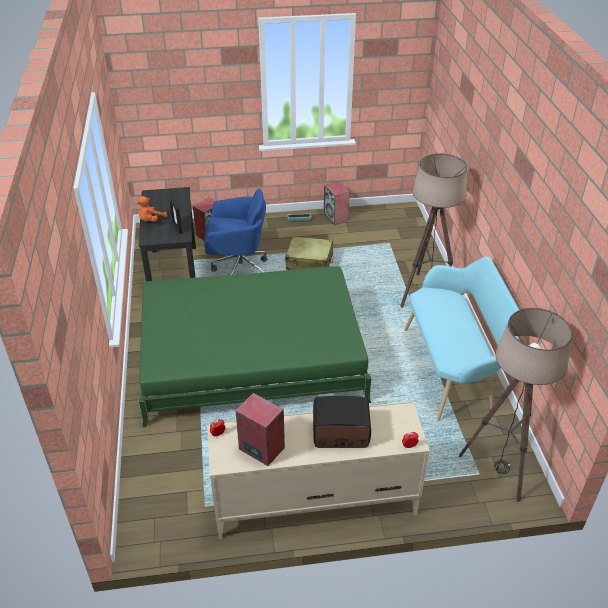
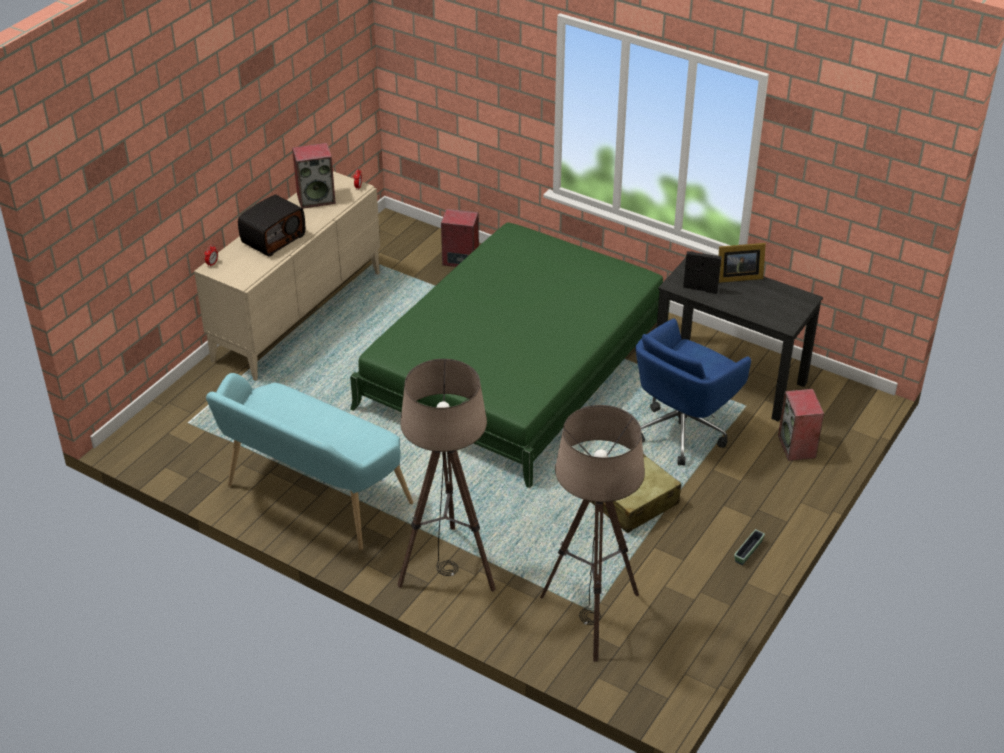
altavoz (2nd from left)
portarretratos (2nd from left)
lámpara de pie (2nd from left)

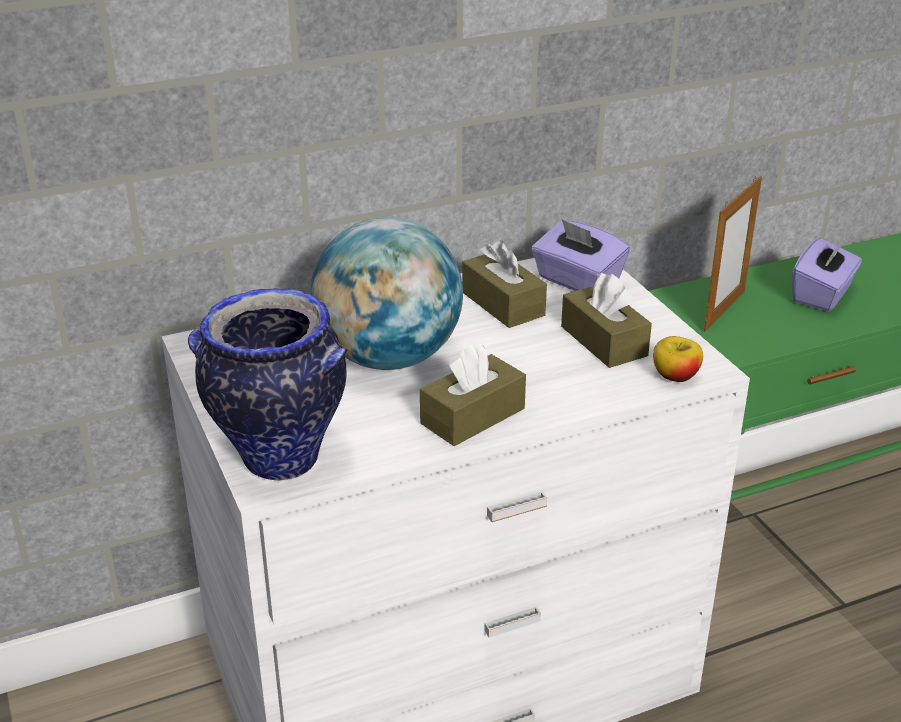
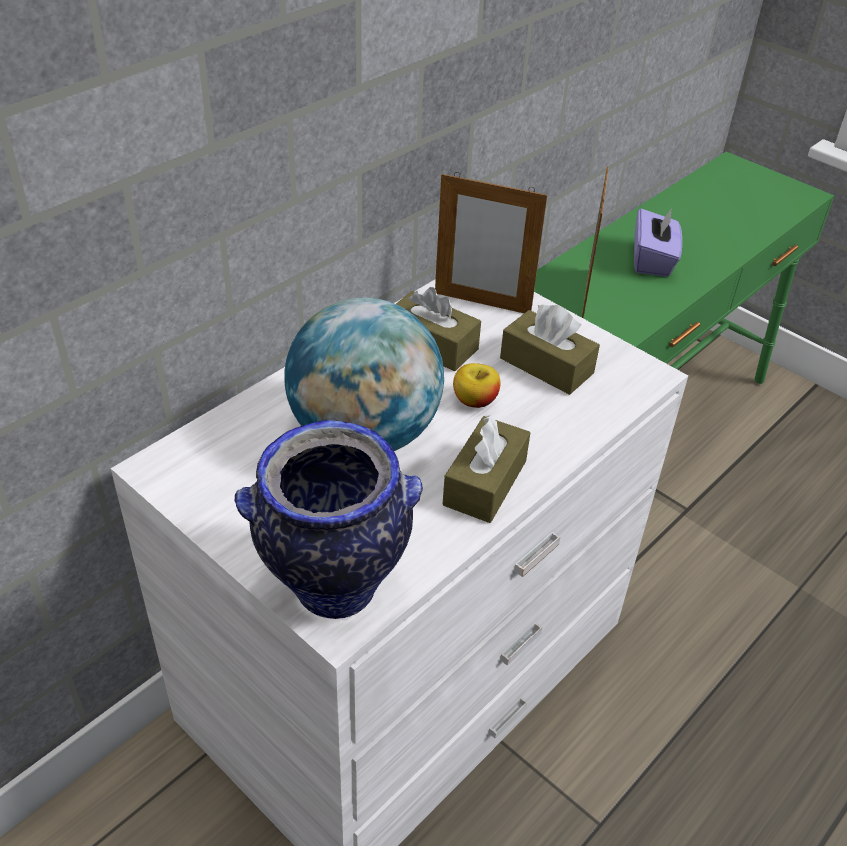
portarretratos (1st from left)
manzana

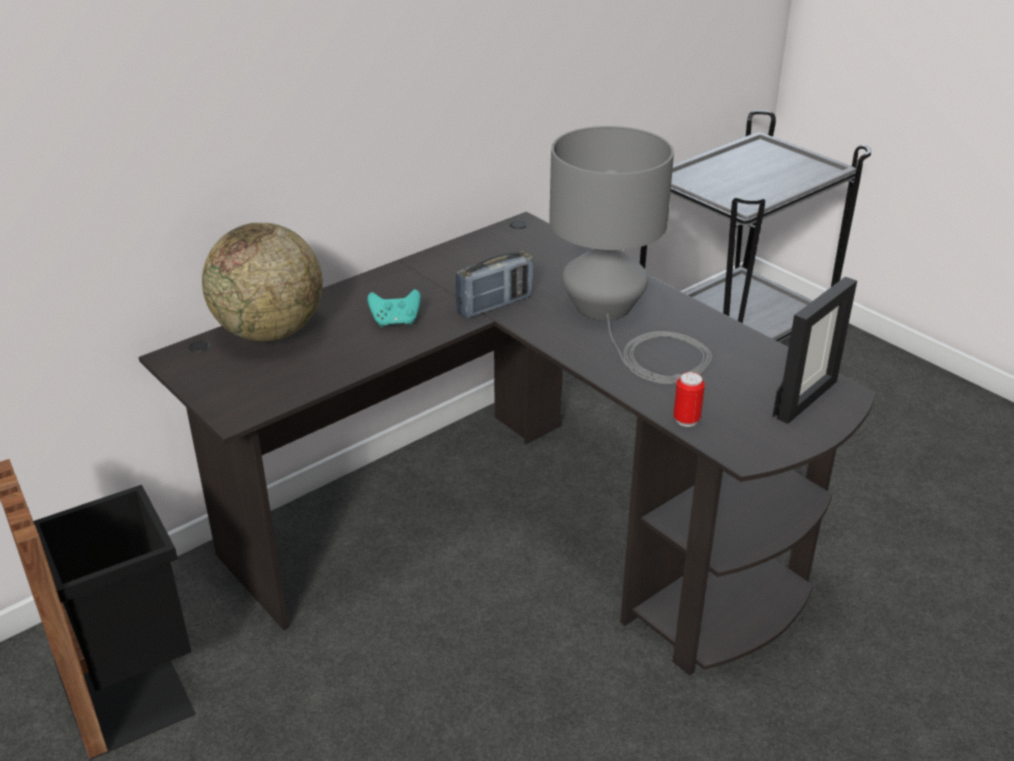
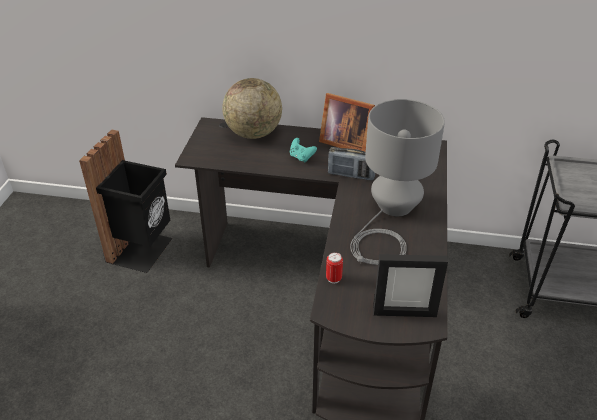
portarretratos (1st from left)

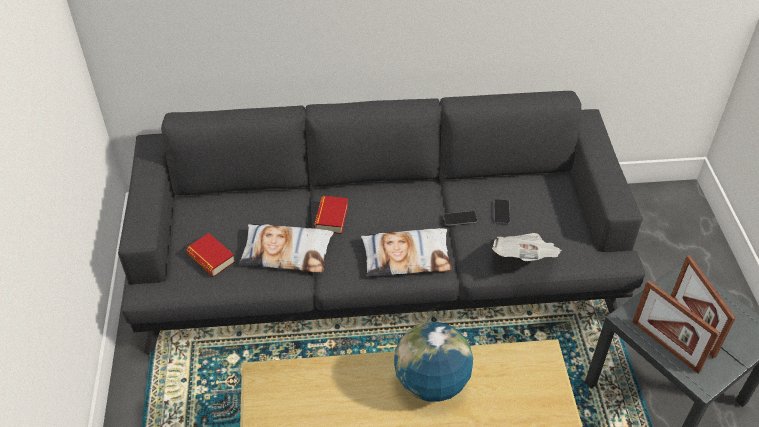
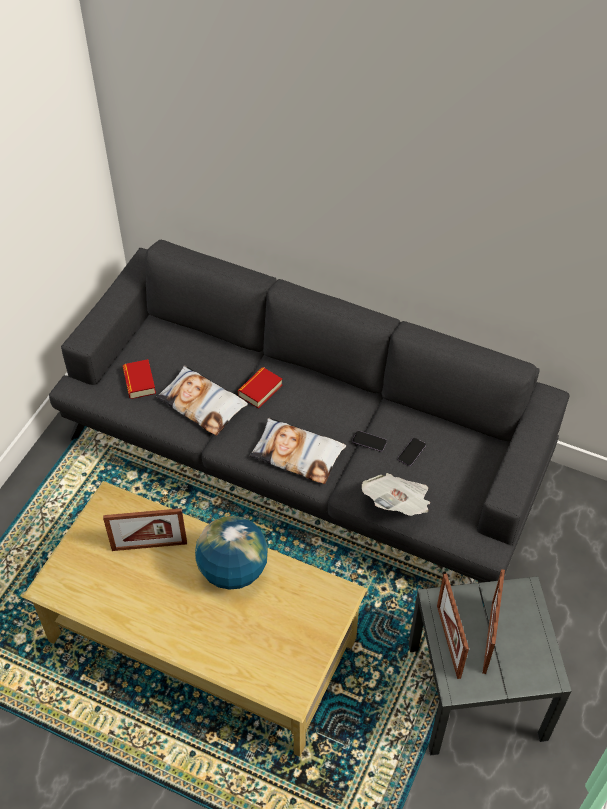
portarretratos (1st from left)

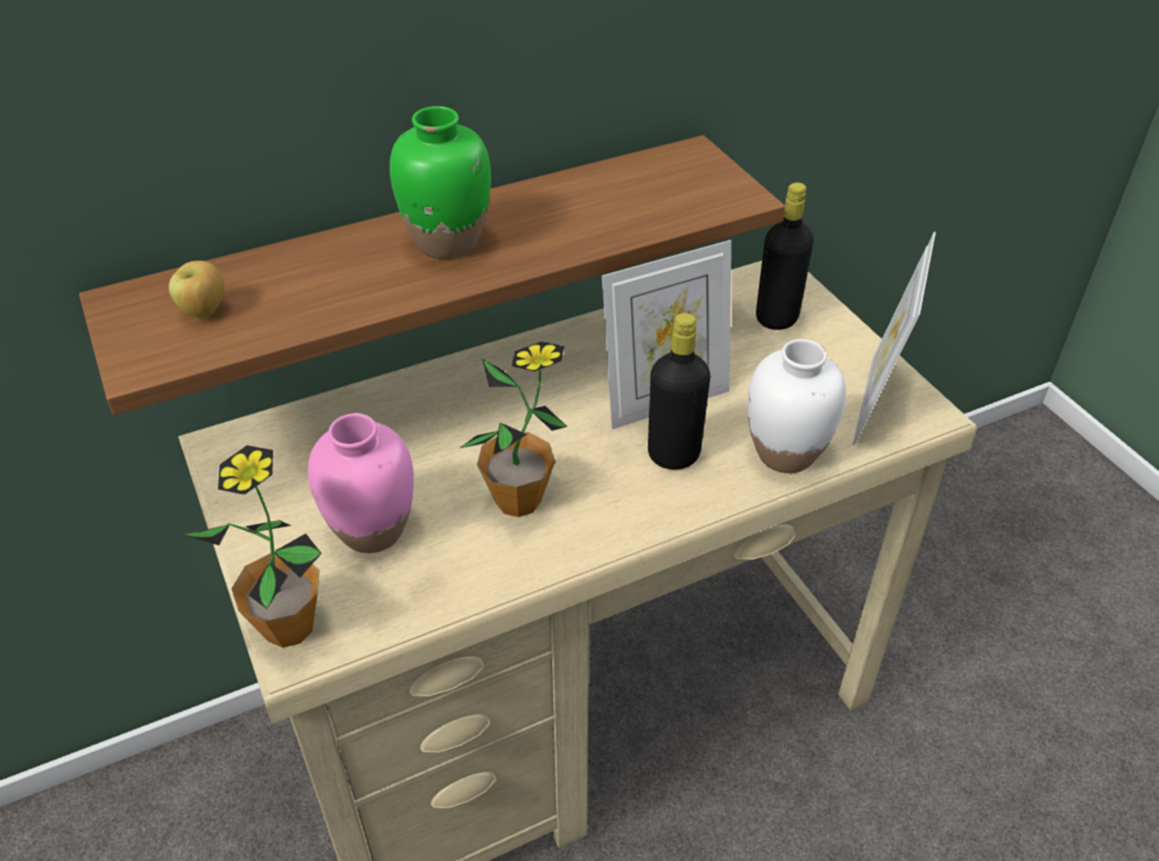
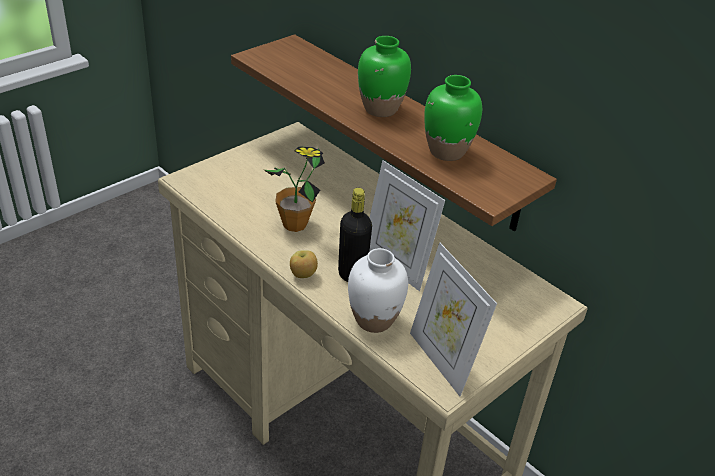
botella (negro) (2nd from left in the first image)
portarretratos (2nd from left)
manzana
florero (rosa)
planta en maceta (1st from left in the first image)
florero (verde) (2nd from left)

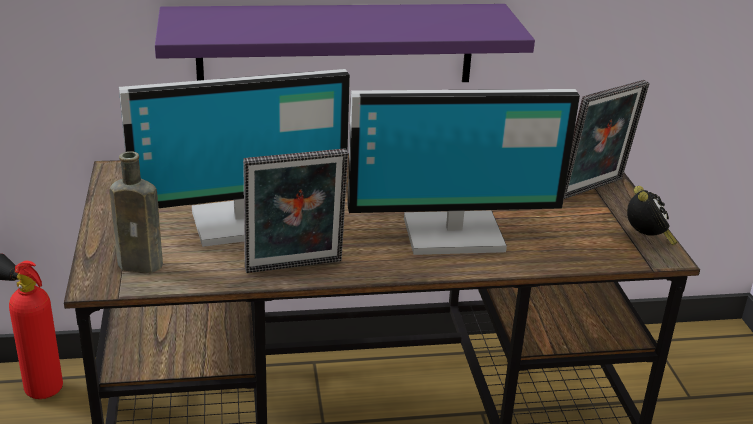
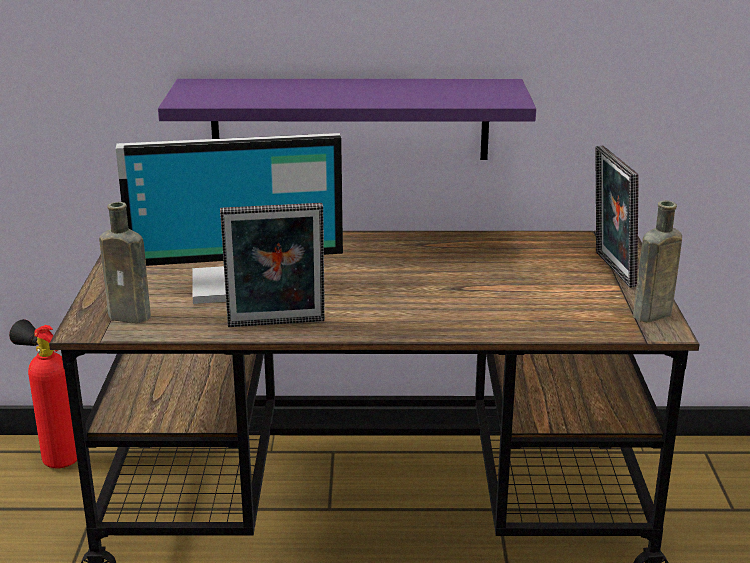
portarretratos (2nd from left)
monitor (2nd from left in the first image)
botella (marrón) (2nd from left)

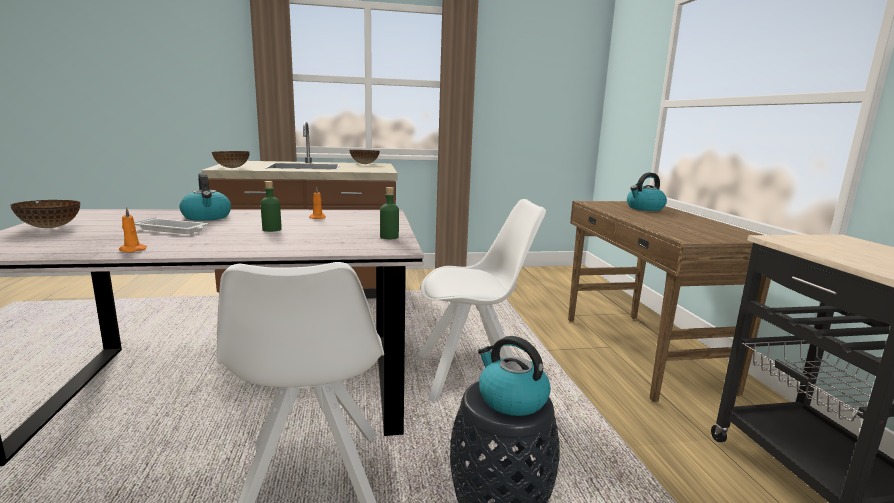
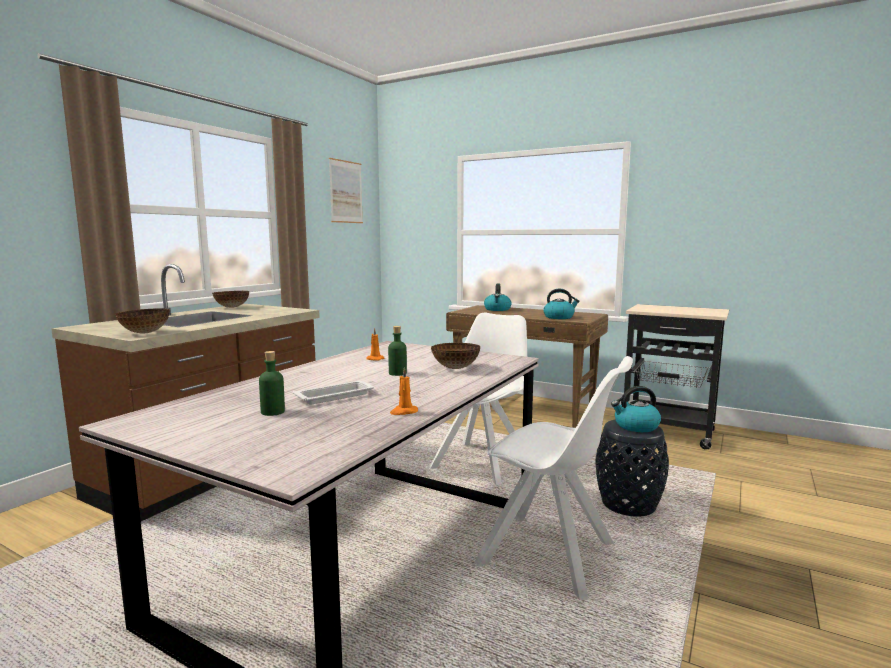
hervidor (2nd from left)
botella (verde) (1st from left)
cuenco (3rd from left)
cuadro

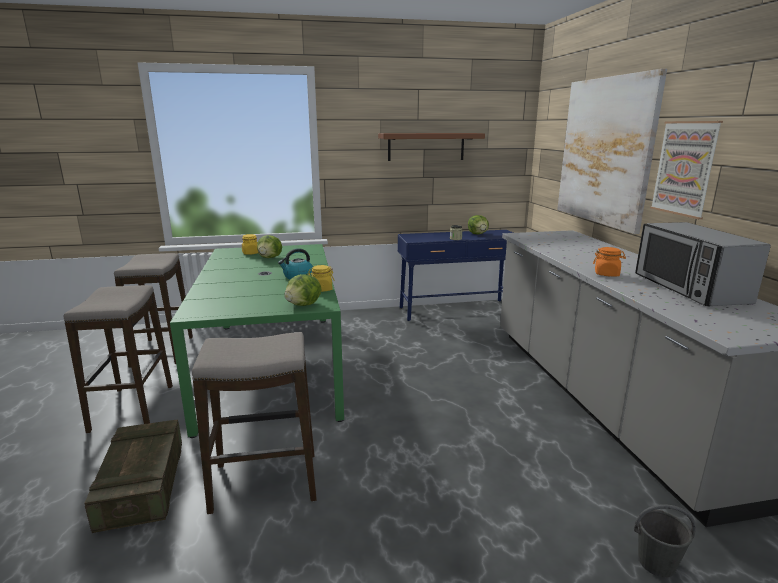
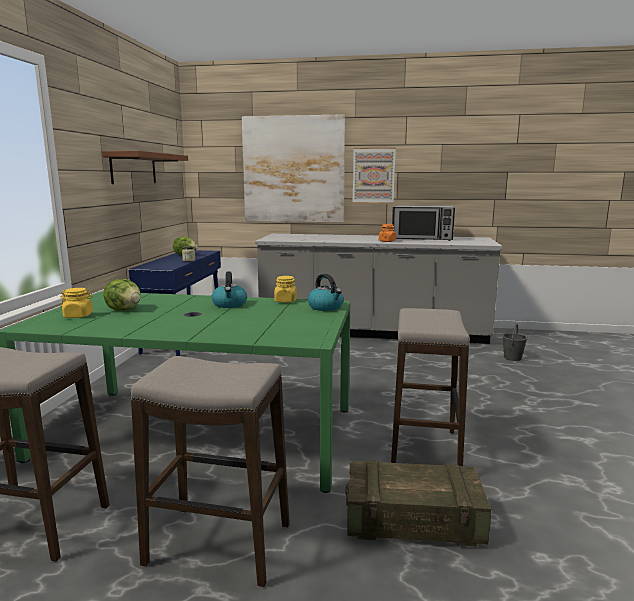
hervidor (2nd from left)

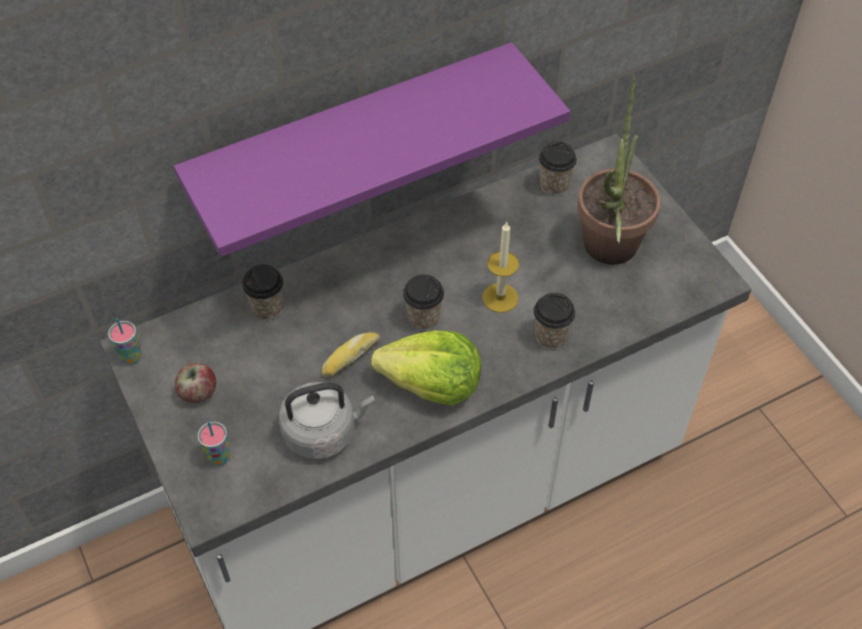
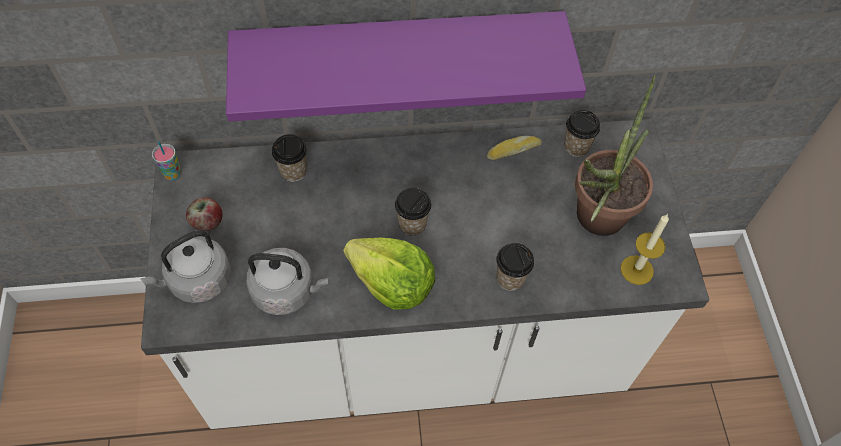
vela
pan
hervidor (gris) (1st from left)

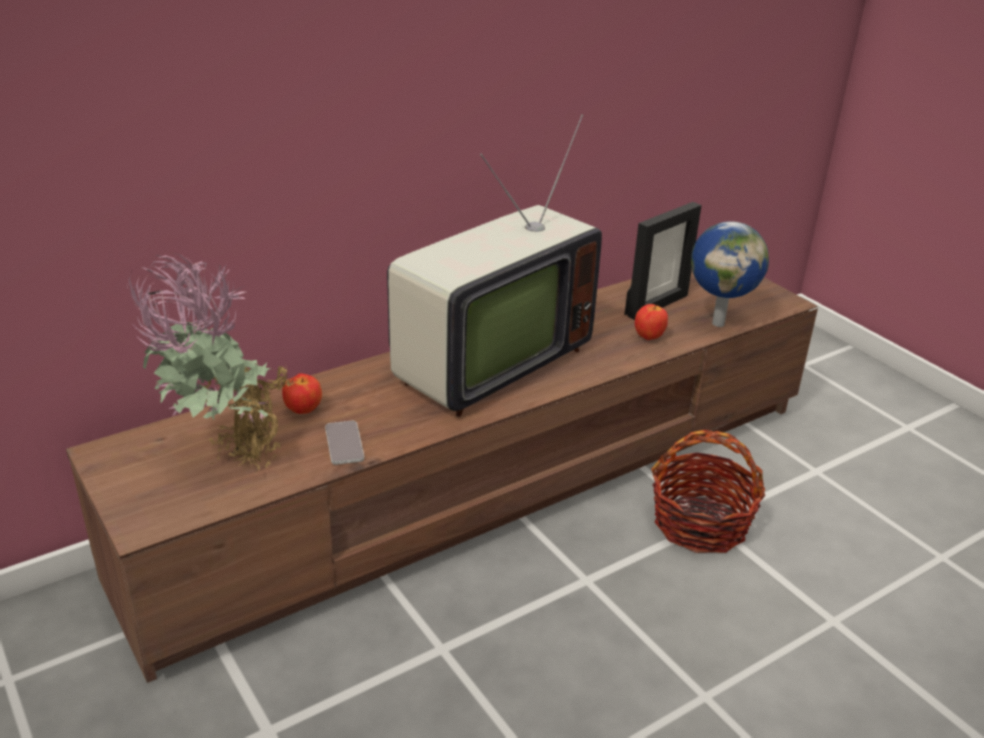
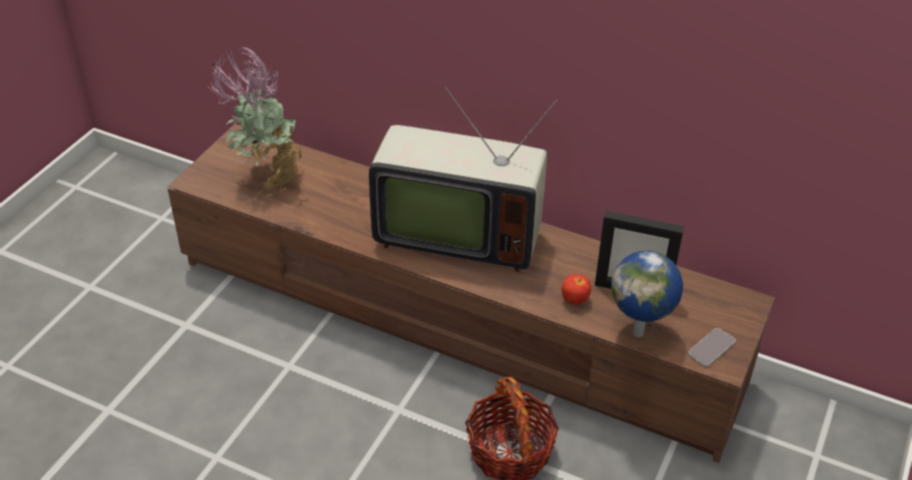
manzana (1st from left in the first image)
móvil

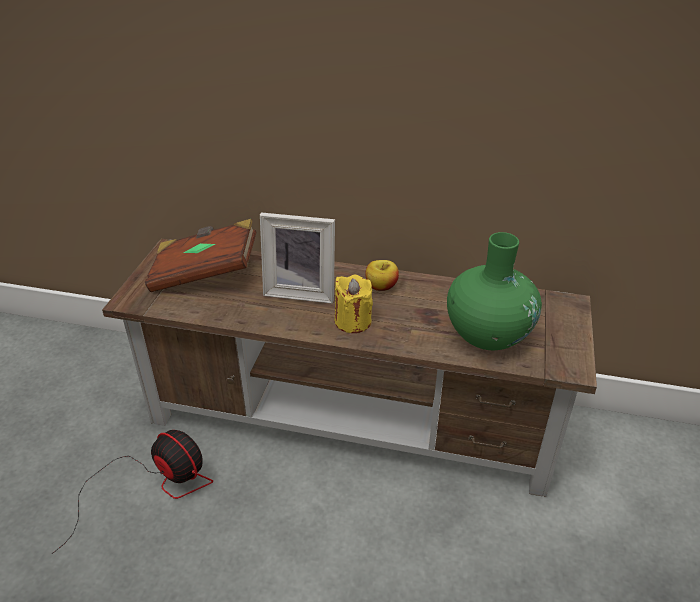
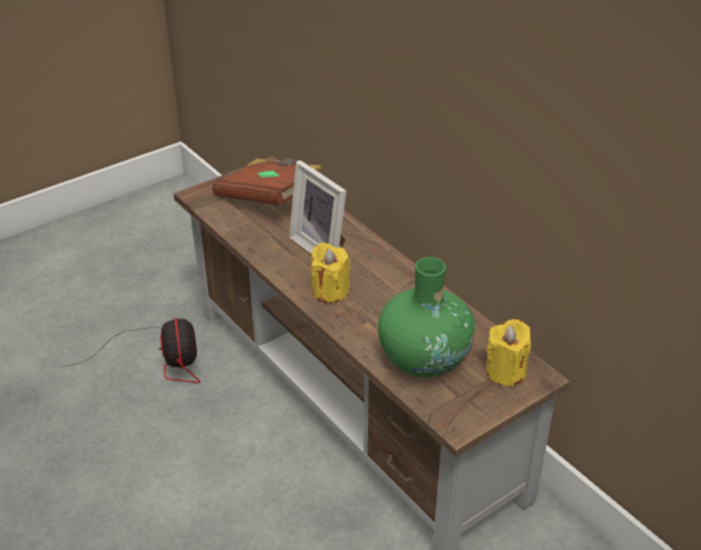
manzana
vela (amarillo) (2nd from left)

